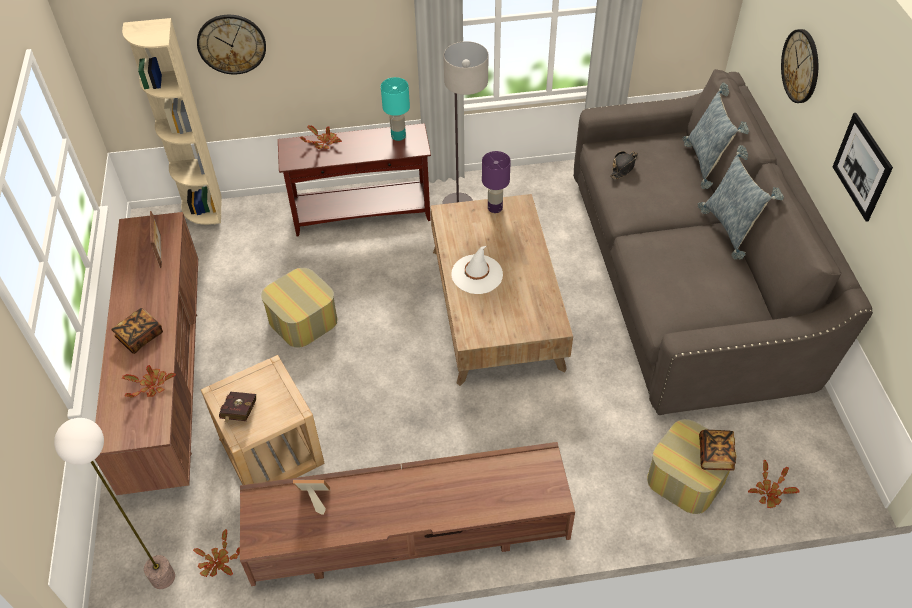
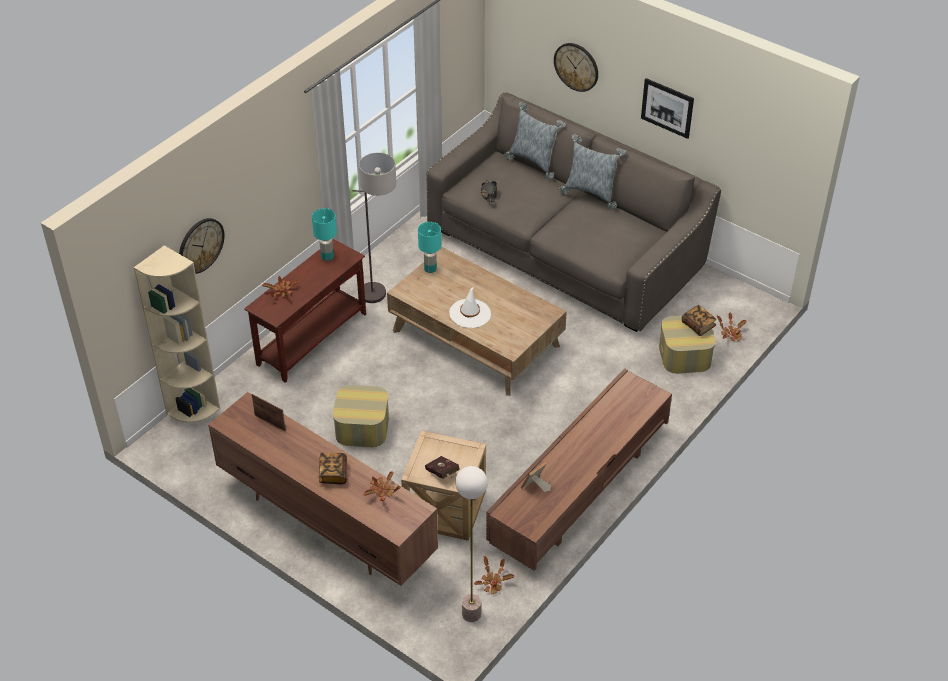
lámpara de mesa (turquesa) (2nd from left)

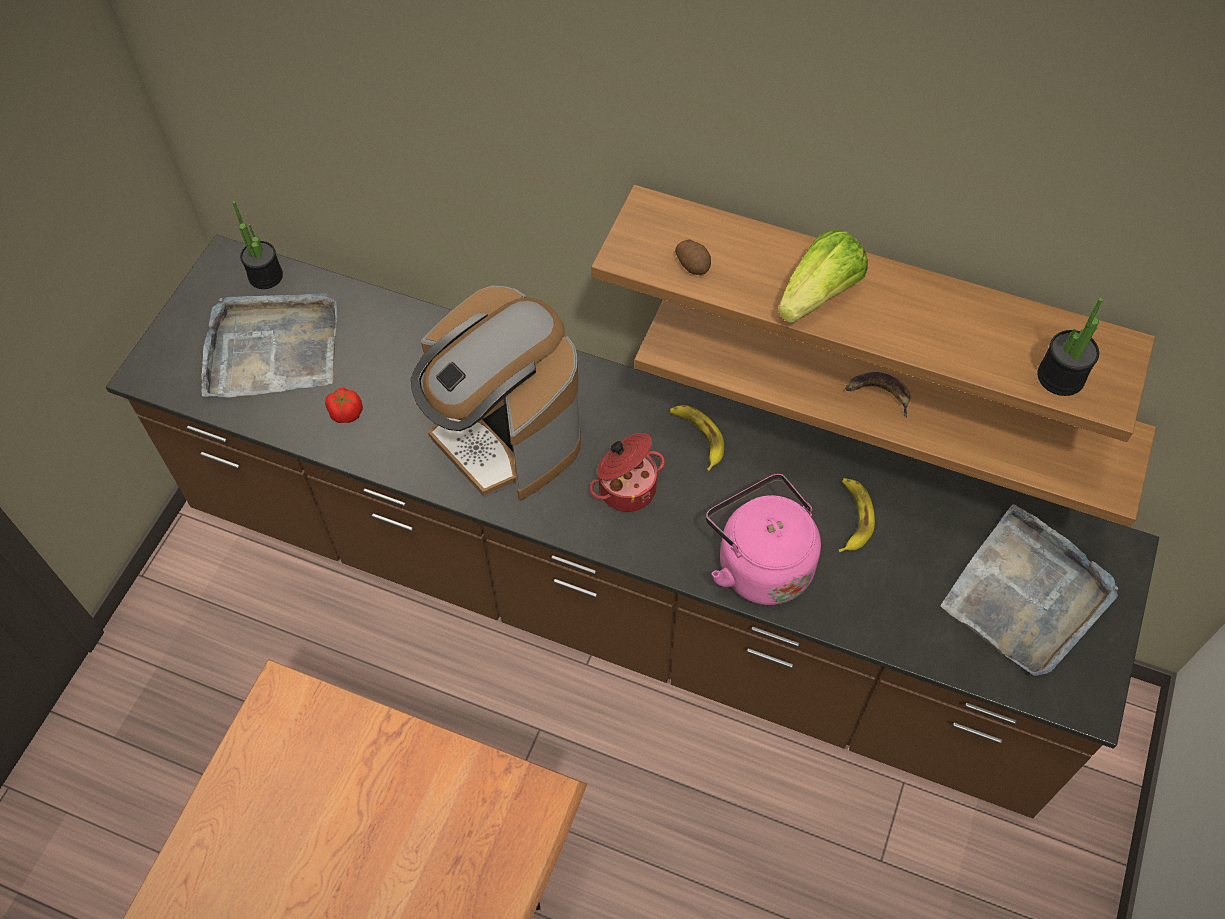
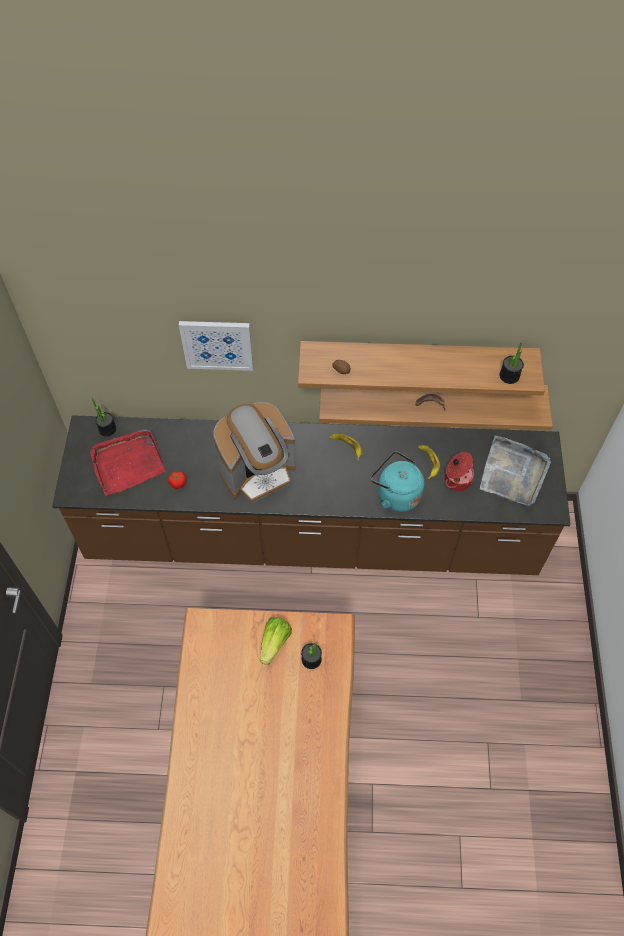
lechuga
cafetera
bandeja (rojo)
olla
hervidor (turquesa)
cuadro
planta en maceta (2nd from left)

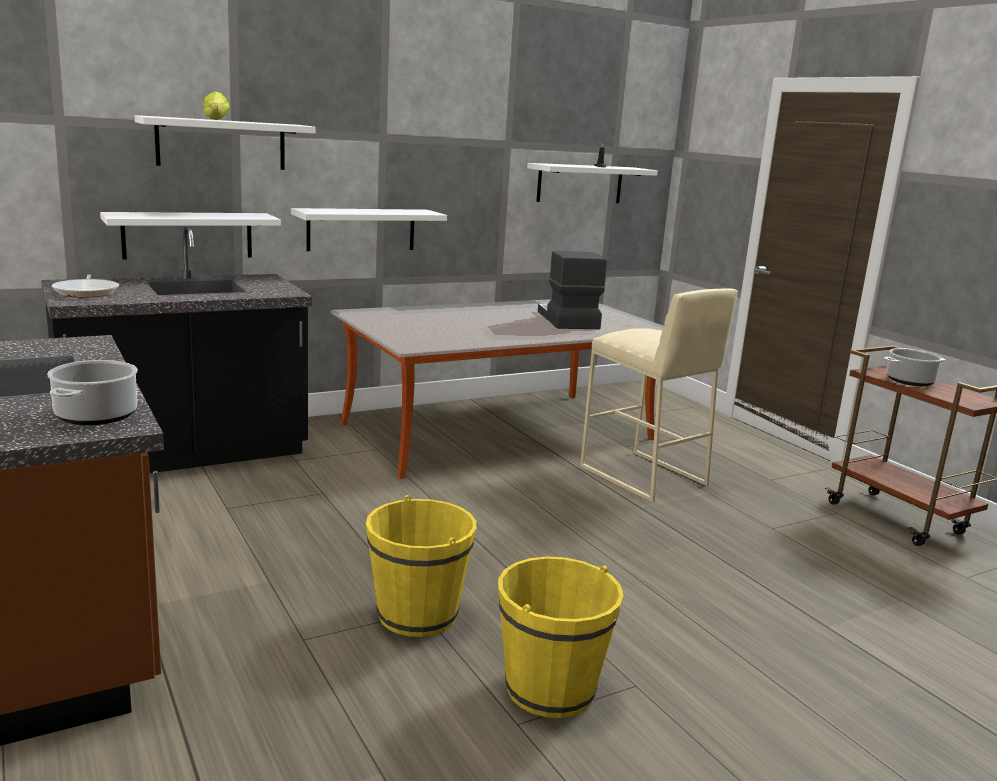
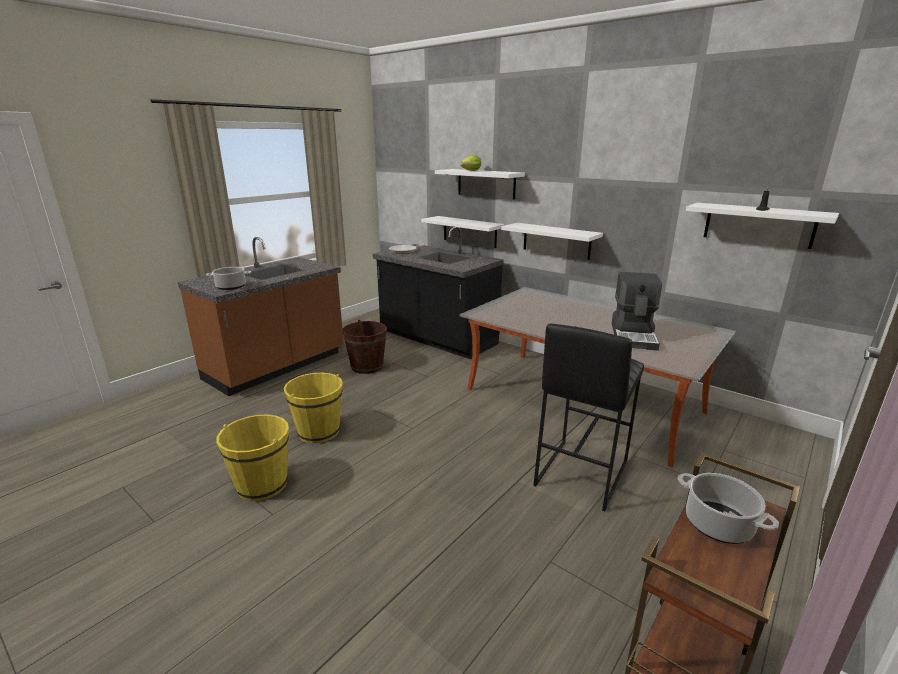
cafetera
taburete (negro)
cubo (marrón)

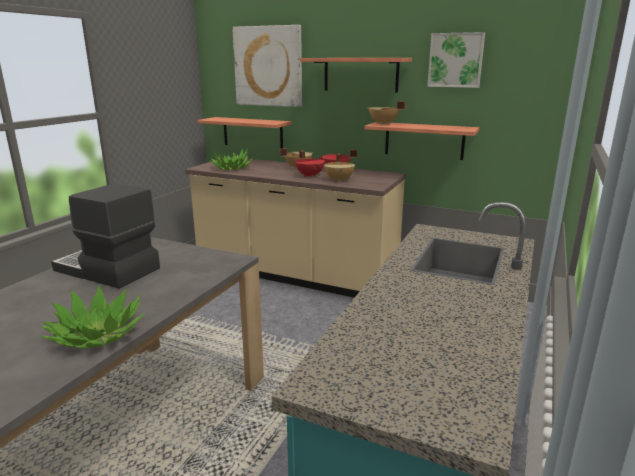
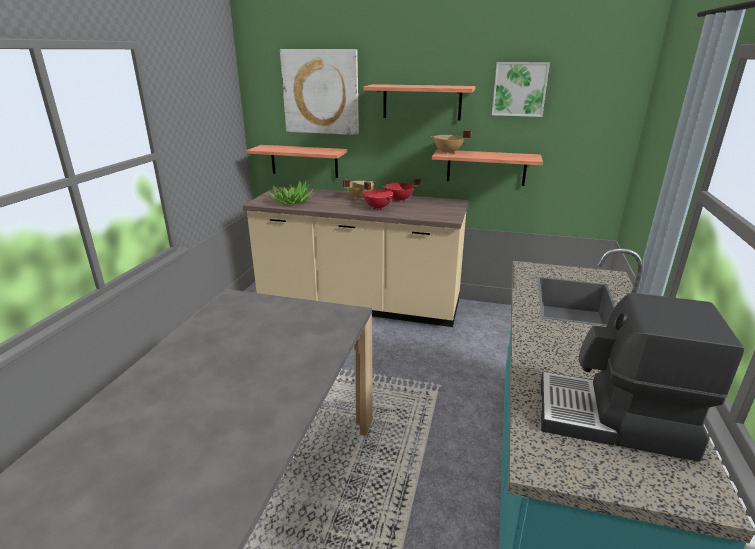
olla (beis) (2nd from left in the first image)
cafetera
planta en maceta (1st from left in the first image)

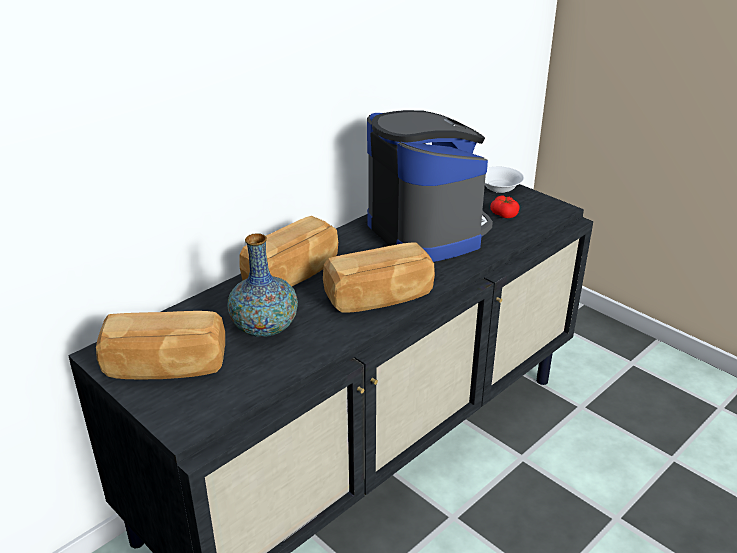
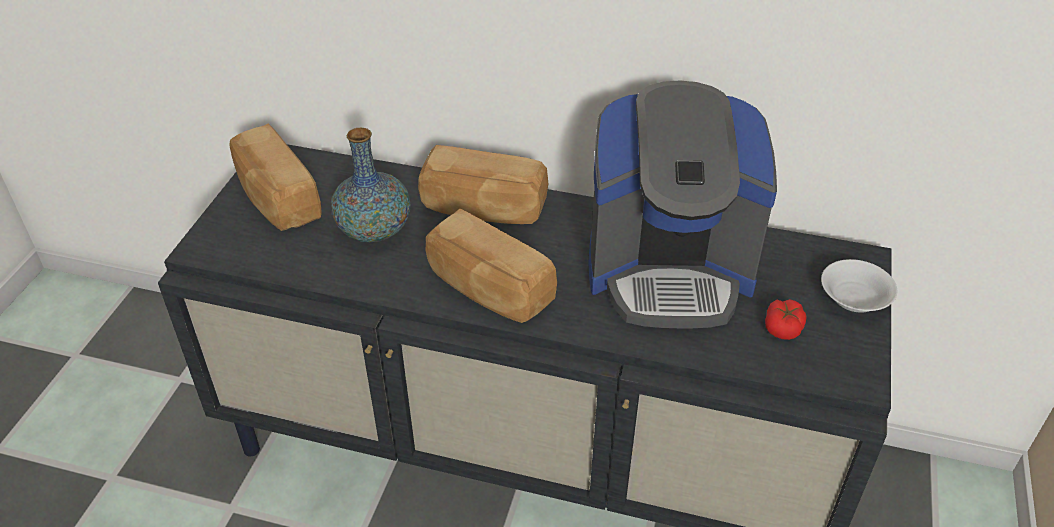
cafetera

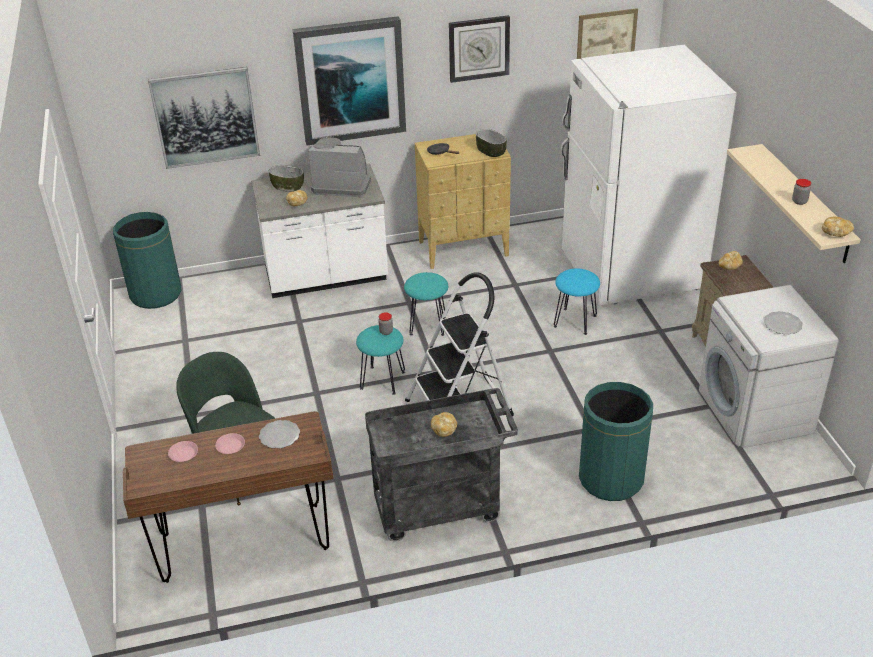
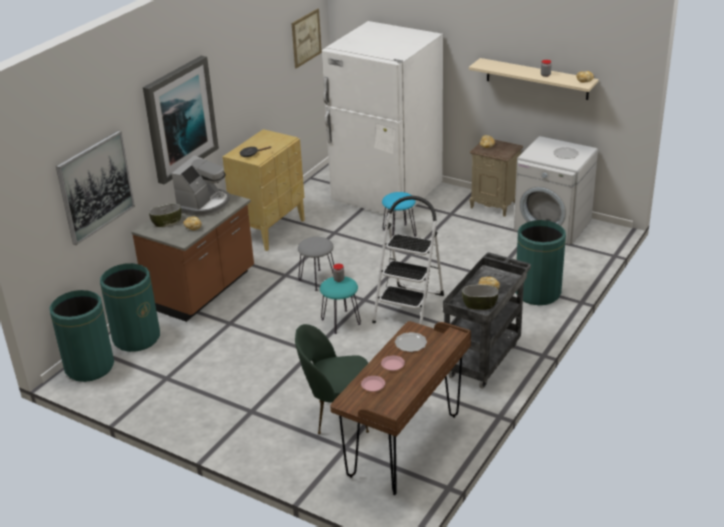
reloj de pared
cuenco (2nd from left)
cafetera
mueble bajo de cocina (marrón)
taburete (gris)
papelera (verde) (2nd from left)

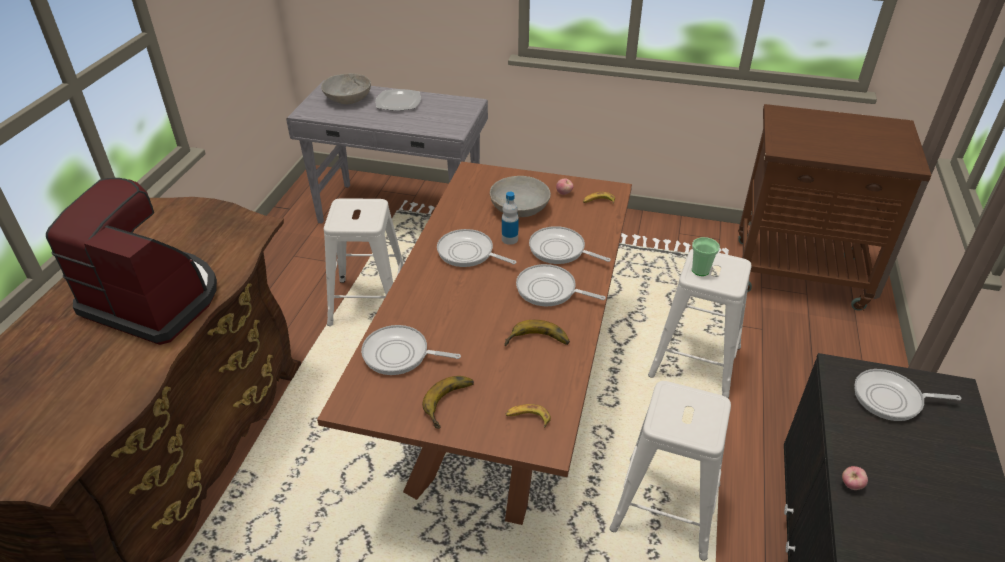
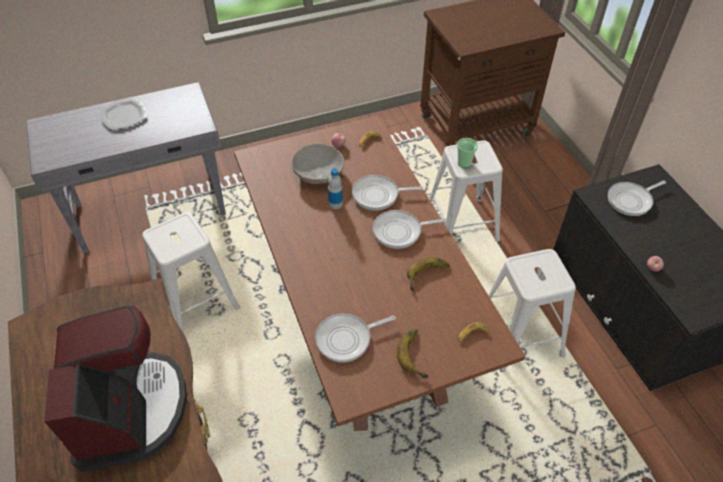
cuenco (gris) (1st from left in the first image)
cafetera
sartén (2nd from left in the first image)

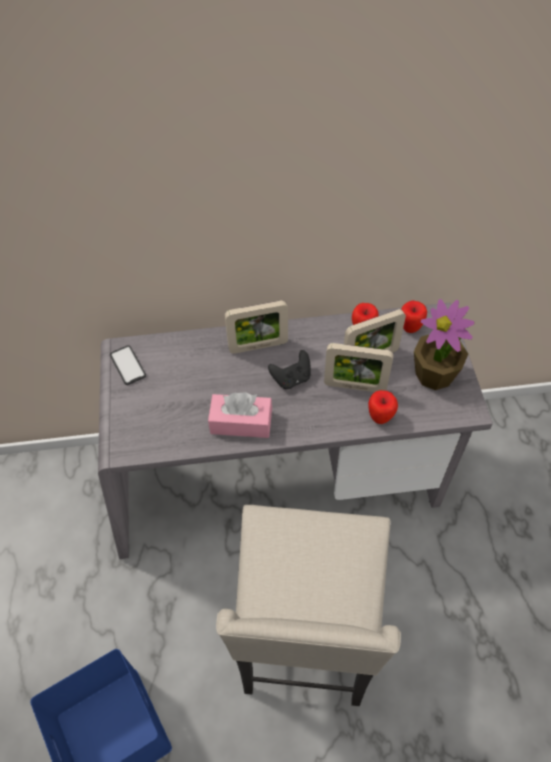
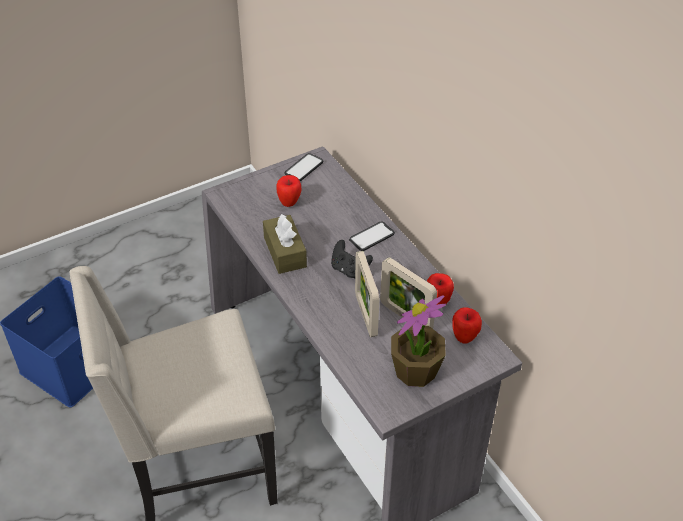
móvil (2nd from left)
manzana (1st from left)
caja de pañuelos (marrón)

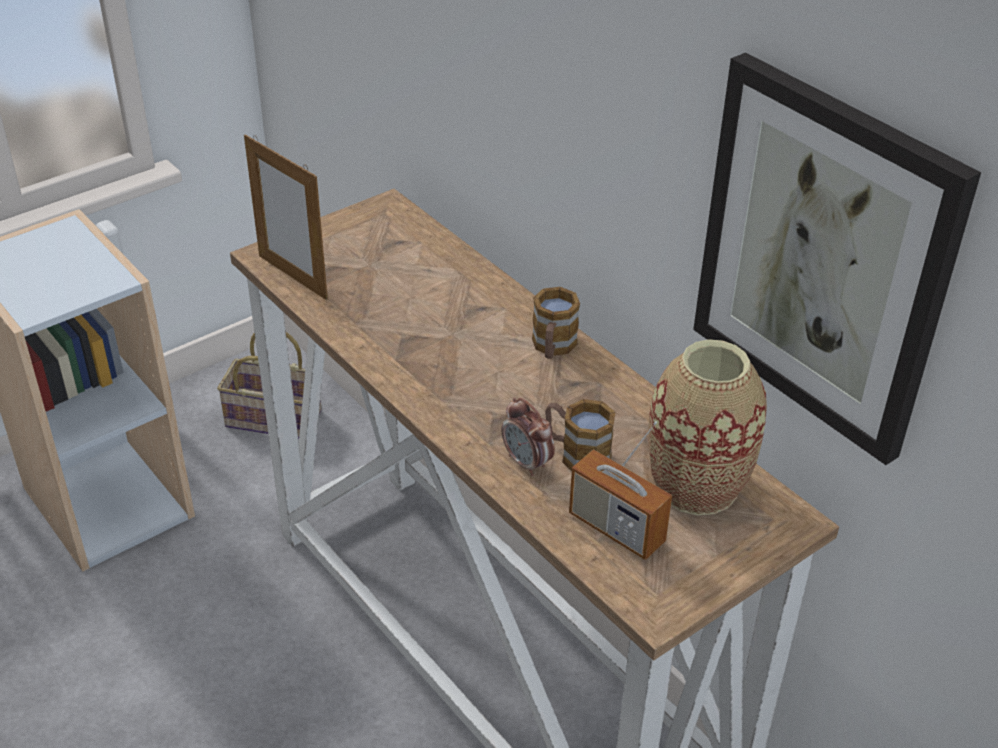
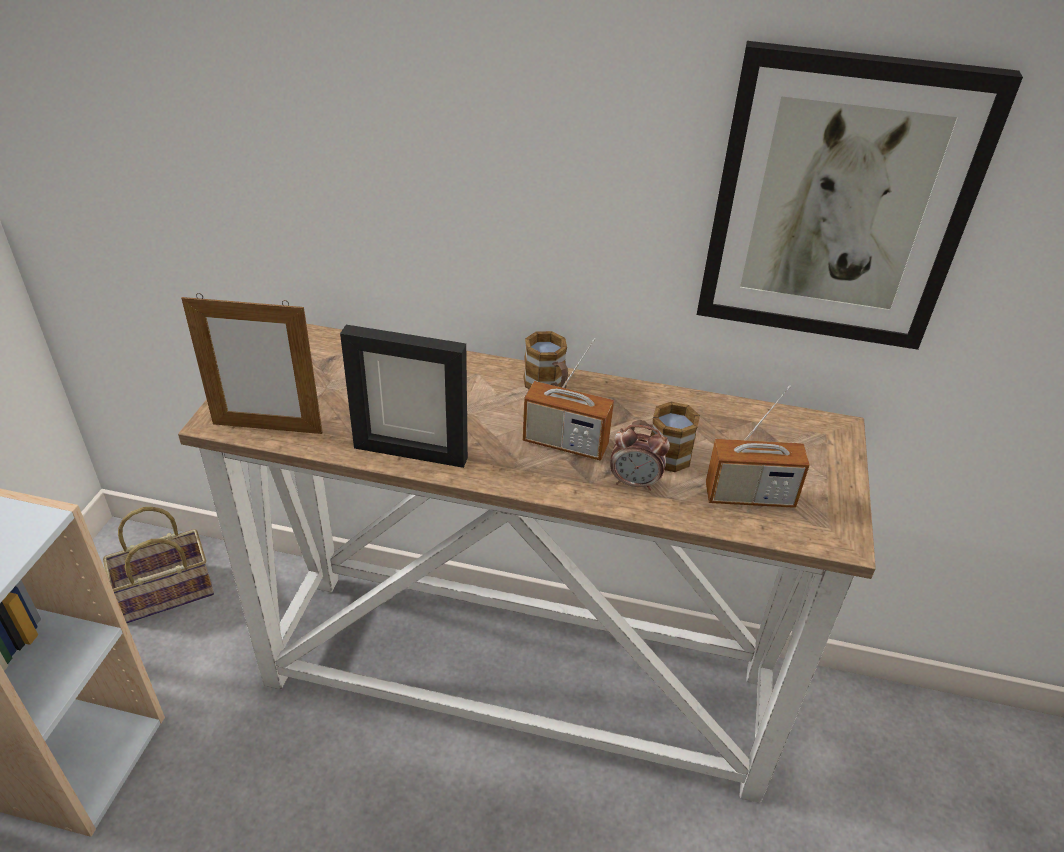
florero
portarretratos (2nd from left)
radio (1st from left)

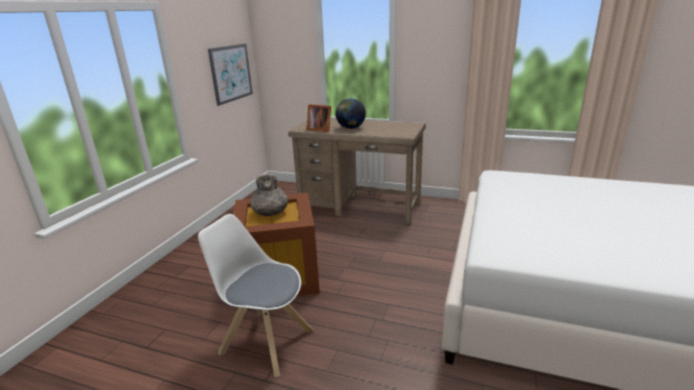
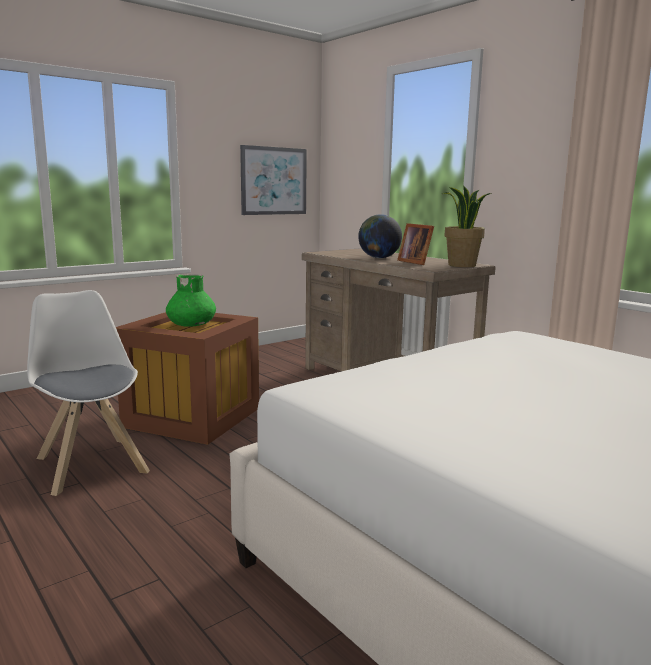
portarretratos
florero (verde)
planta en maceta

